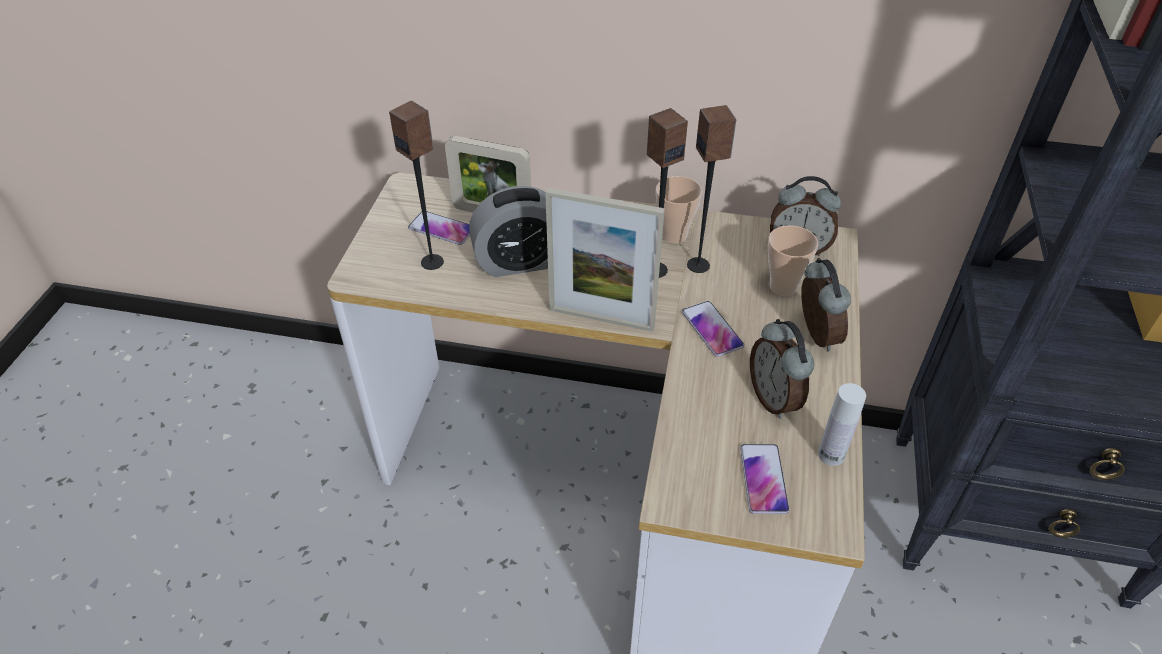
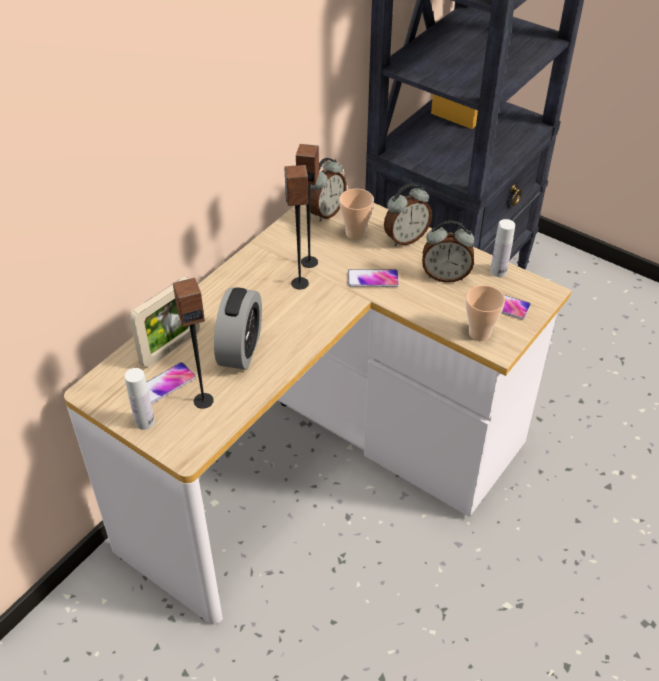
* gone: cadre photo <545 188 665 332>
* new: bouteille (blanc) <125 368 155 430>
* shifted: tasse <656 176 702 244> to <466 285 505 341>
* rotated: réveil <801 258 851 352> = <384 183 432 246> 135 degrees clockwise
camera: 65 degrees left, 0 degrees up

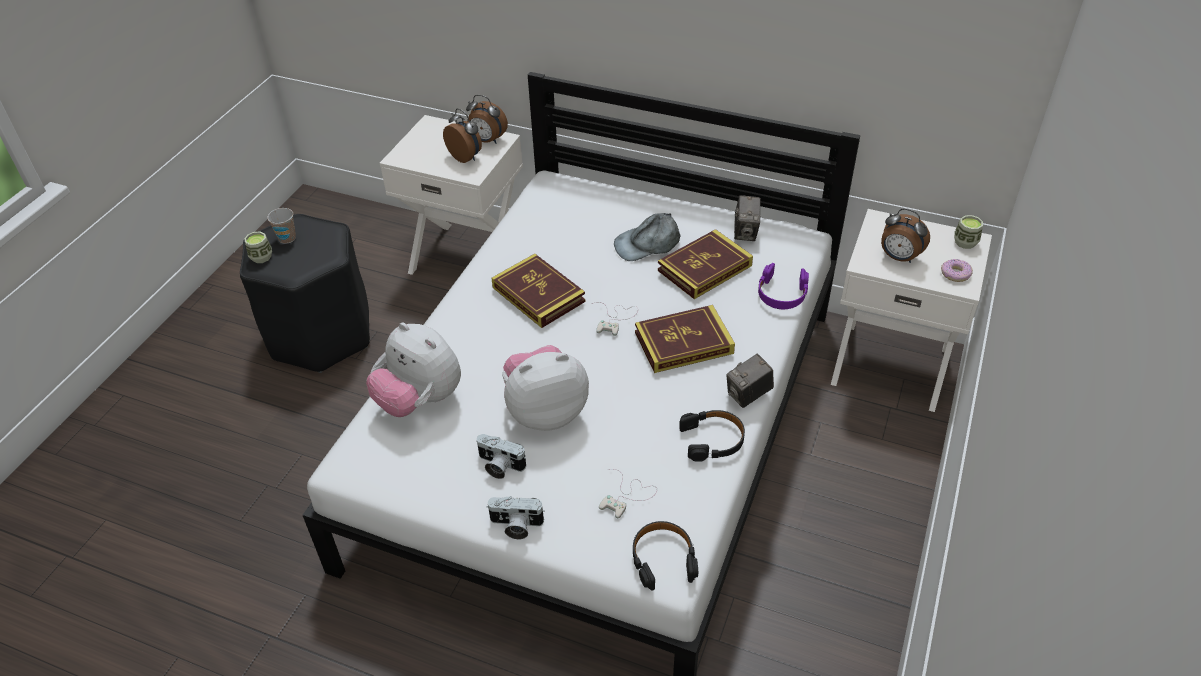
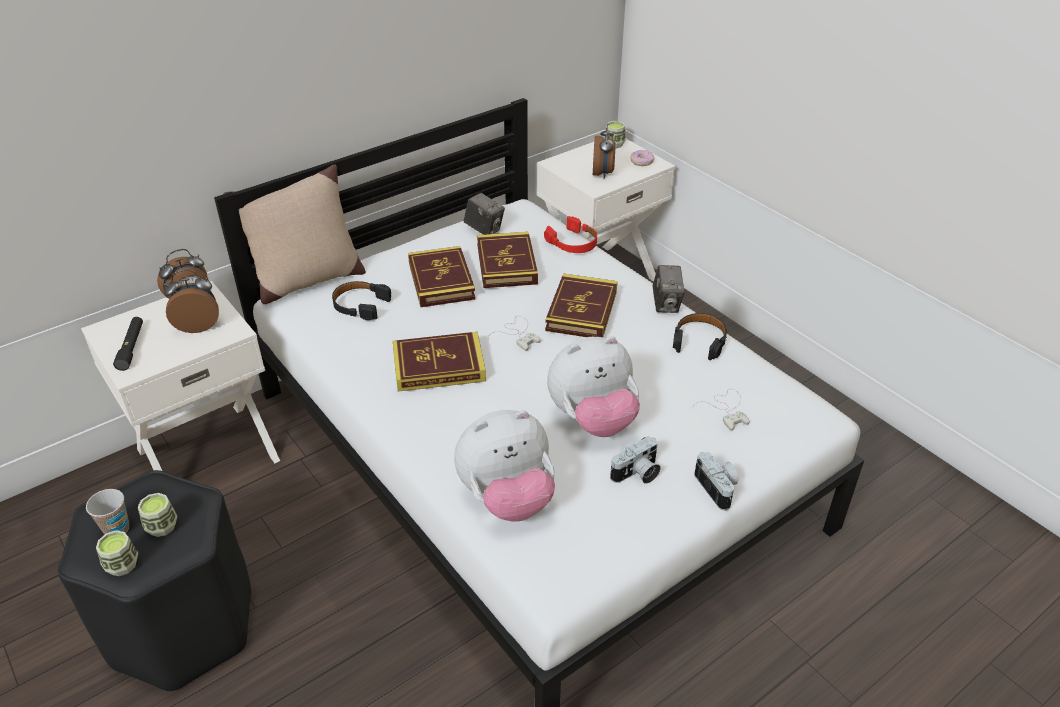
* new: lampe de poche (noir) <113 317 143 371>
* new: tasse <138 493 178 537>
* new: coussin (beige) <223 164 366 304>
* shifted: casque audio (noir) <633 521 698 591> to <332 281 391 320>
* swapped: casquette (gris) <614 213 681 261> to livre <408 246 475 308>
* repainted: casque audio (violet) <758 263 809 309> to casque audio (rouge) <544 216 597 253>
* rotated: appareil photo <487 496 545 539> = <694 452 738 511> 60 degrees counterclockwise
* rotated: peluche <502 345 589 431> = <547 336 640 437> 120 degrees counterclockwise
* rotated: réveil <881 208 930 263> = <593 124 616 179> 60 degrees counterclockwise
camera: 60 degrees left, 5 degrees down

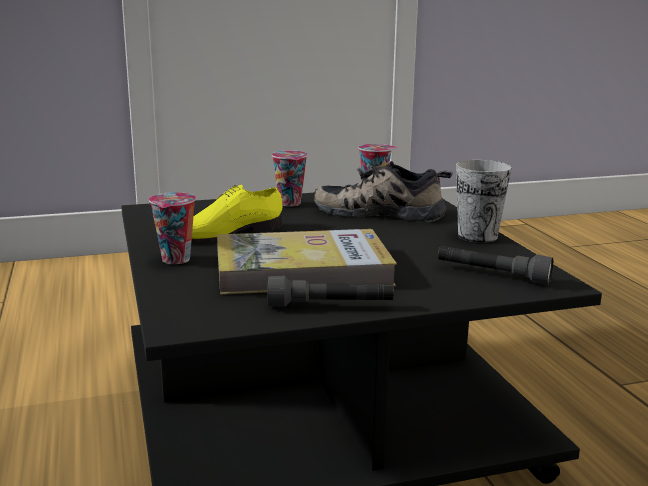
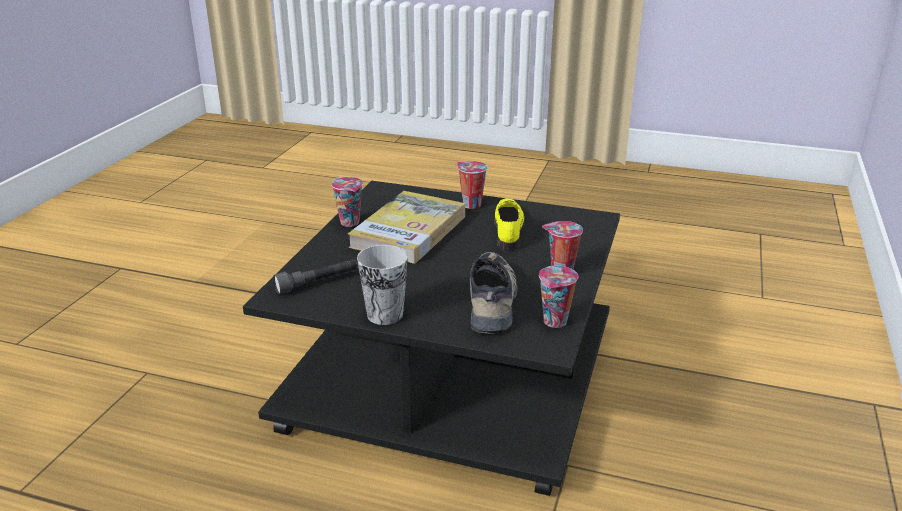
* swapped: lampe de poche (gris) <267 276 394 307> to tasse <332 177 363 227>
* rotated: chaussure <314 161 453 222> = <470 252 518 334> 45 degrees counterclockwise
camera: 125 degrees right, 10 degrees up

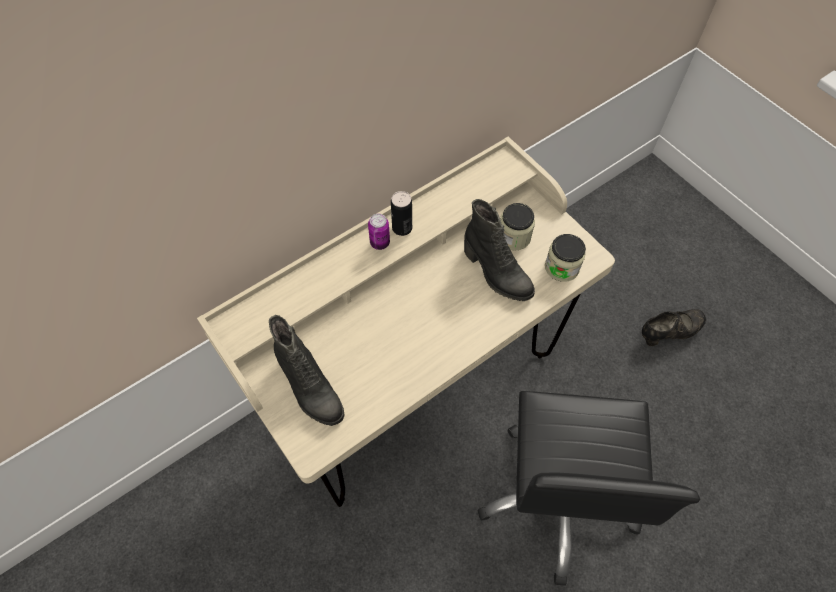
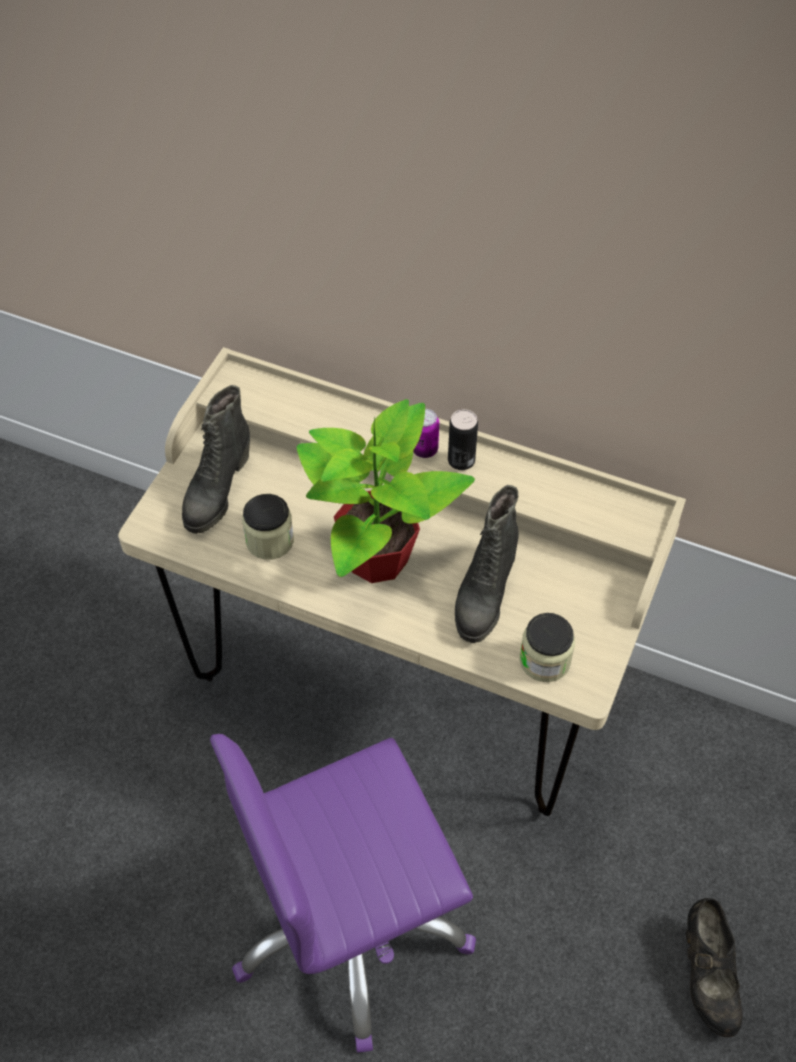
* new: plante en pot <297 399 475 583>
* shifted: bocal <500 203 535 250> to <242 494 294 560>
* repainted: chaise de bureau (noir) <477 391 700 586> to chaise de bureau (violet) <210 734 476 1053>
* rotated: chaussure (noir) <642 309 706 346> = <686 898 743 1037> 45 degrees clockwise
camera: 60 degrees right, 5 degrees down

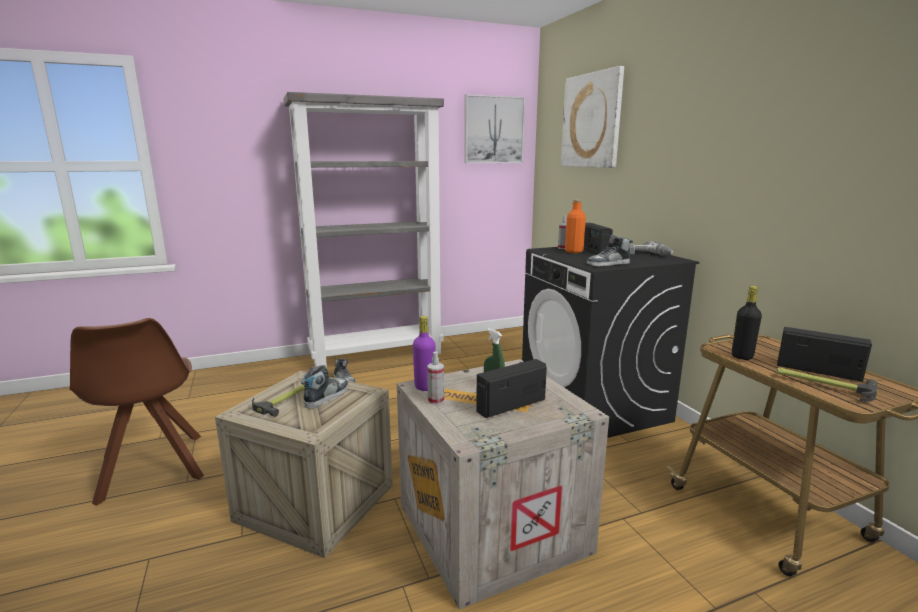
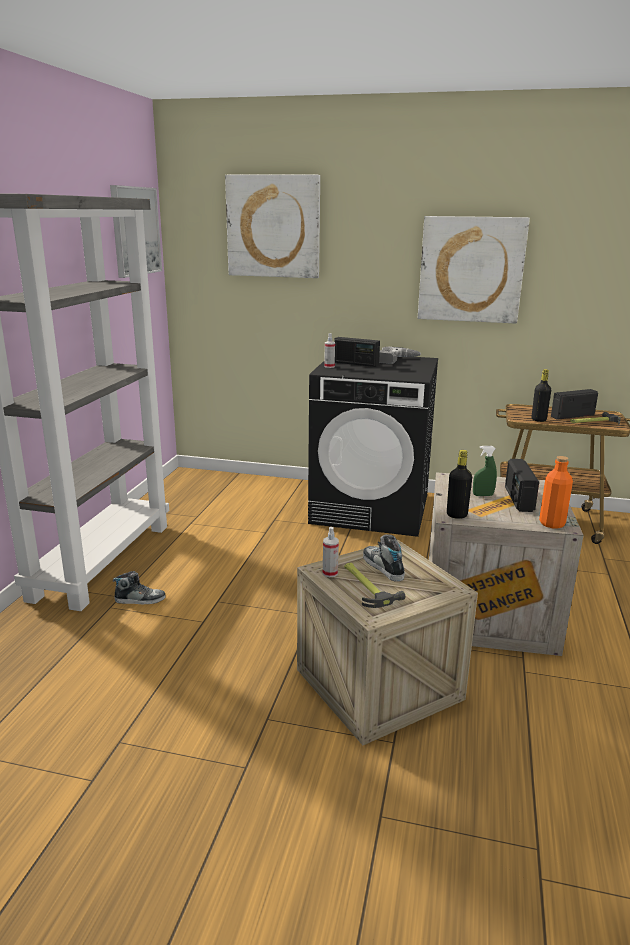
* gone: chaise (marron) <70 318 204 506>
* gone: chaussure <587 235 633 266>
* new: tableau <418 216 530 324>
* shifted: vaporisateur <427 351 444 405> to <323 527 339 577>
* shifted: bouteille (orange) <565 200 586 253> to <539 456 573 529>
* repainted: bouteille (violet) <413 316 436 391> to bouteille (noir) <447 450 472 519>
camera: 55 degrees left, 5 degrees up

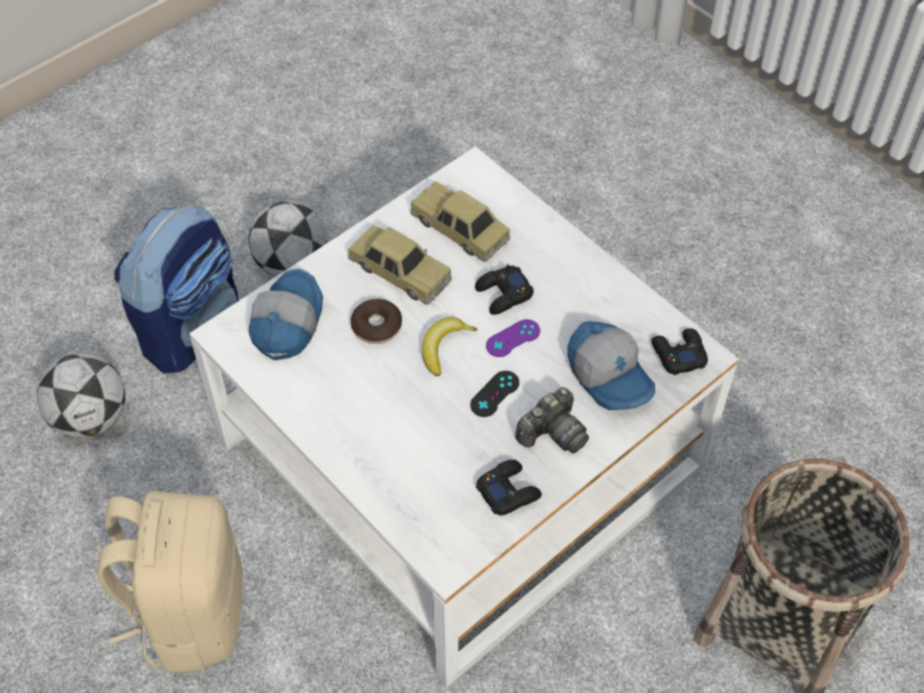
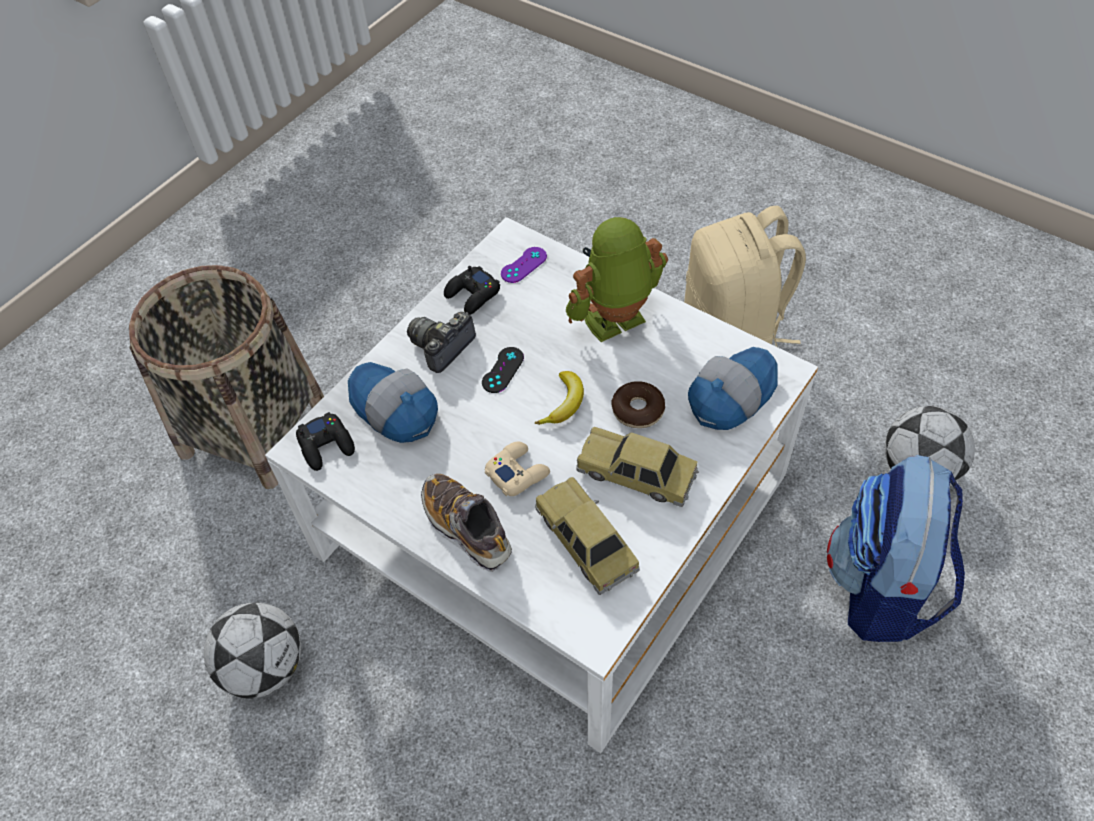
* new: chaussure <421 474 512 572>
* new: robot jouet <566 217 668 342>
* shifted: ballon de foot <249 201 327 277> to <204 602 301 699>
* shifted: manette (violet) <486 319 540 357> to <501 247 547 283>
* repainted: manette (noir) <475 265 534 315> to manette (beige) <484 441 550 496>
* rotated: casquette <249 269 323 360> = <688 347 778 430> 135 degrees counterclockwise
* rotated: petite voiture <411 181 510 262> = <535 477 640 595> 150 degrees counterclockwise
camera: 170 degrees right, 0 degrees up

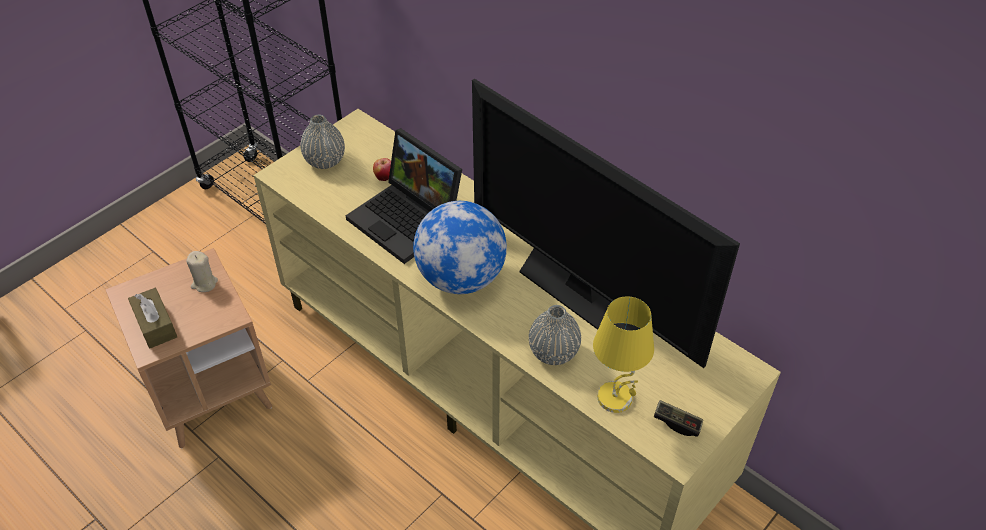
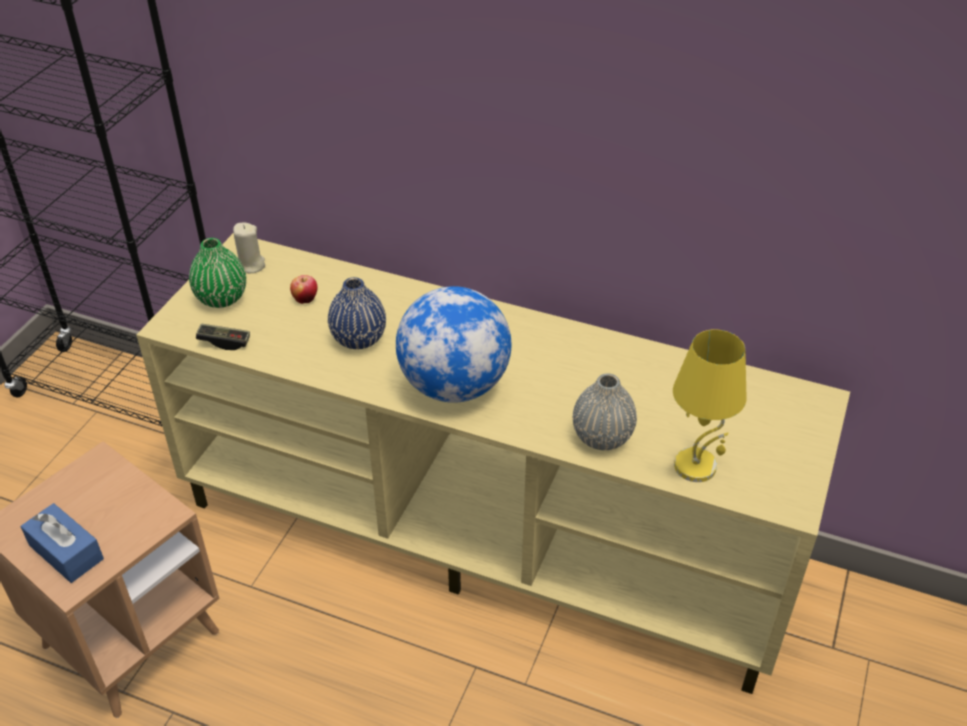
* gone: téléviseur <472 79 740 368>
* shifted: bougie (beige) <186 251 218 292> to <233 222 265 273>
* shifted: manette <654 400 703 437> to <196 324 250 350>
* swapped: ordinateur portable <345 128 462 264> to vase (bleu) <328 277 386 349>
* repainted: boîte à mouchoirs (marron) <128 288 177 349> to boîte à mouchoirs (bleu) <21 503 104 583>
* repainted: vase (gris) <300 115 345 169> to vase (vert) <189 238 246 308>
camera: 20 degrees left, 5 degrees down

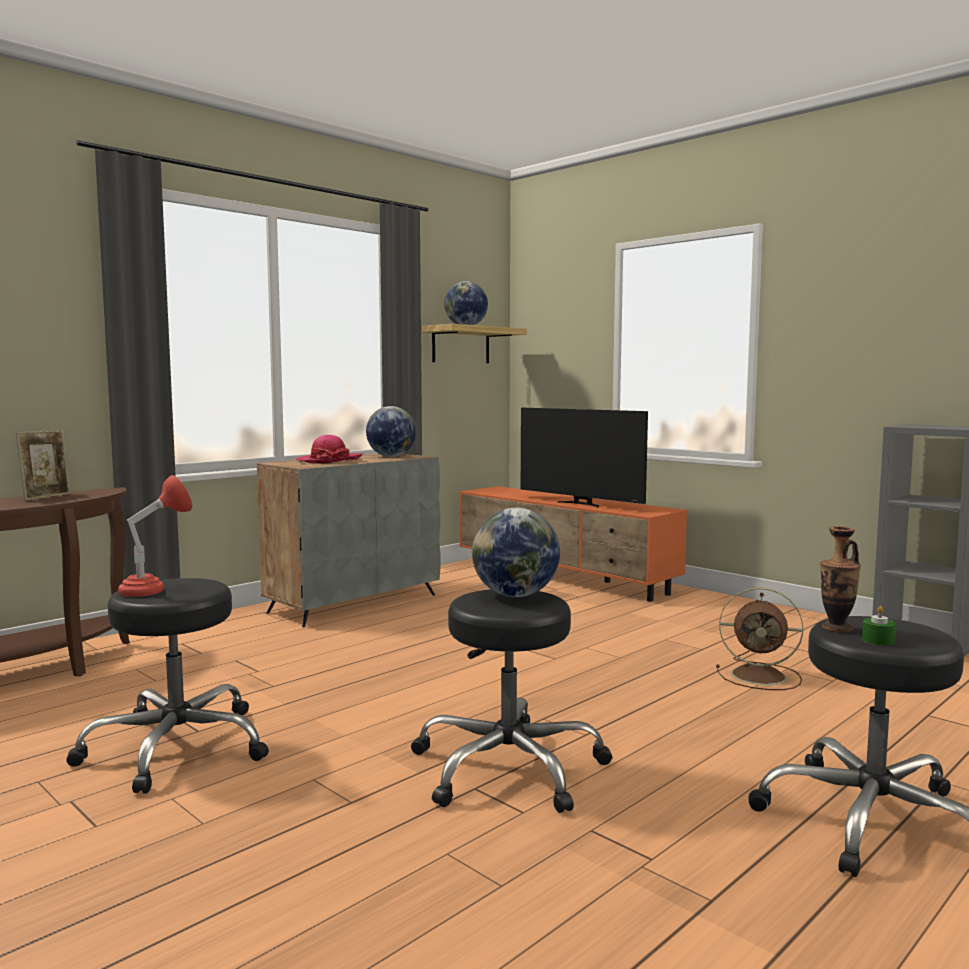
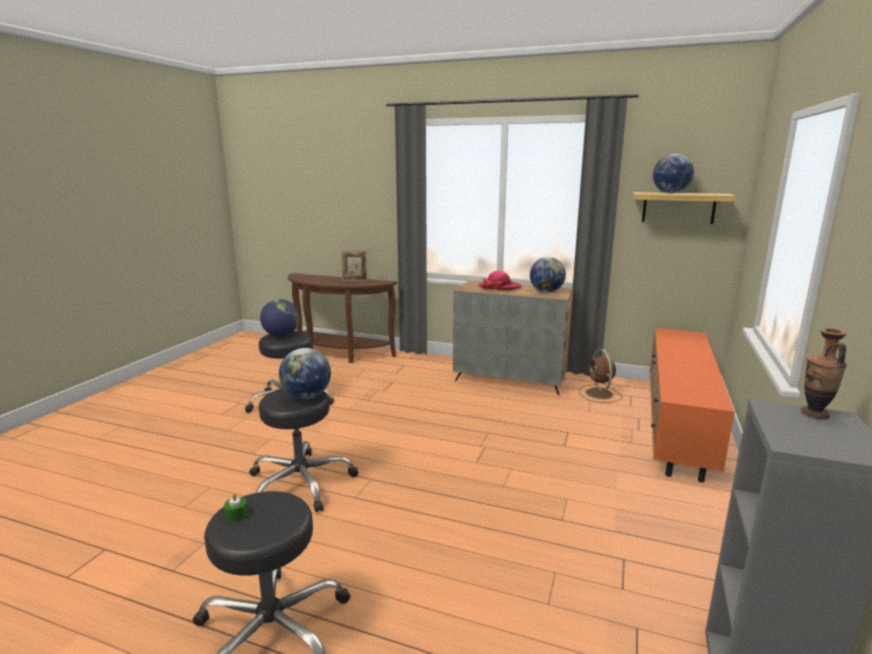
* gone: téléviseur <521 408 648 507>
* shifted: ventilateur (marron) <716 587 803 690> to <579 349 622 403>
* shifted: vase <820 526 861 633> to <800 328 847 419>
* swapped: lampe de table (rouge) <118 475 192 597> to globe <260 299 299 337>
camera: 65 degrees right, 10 degrees up

